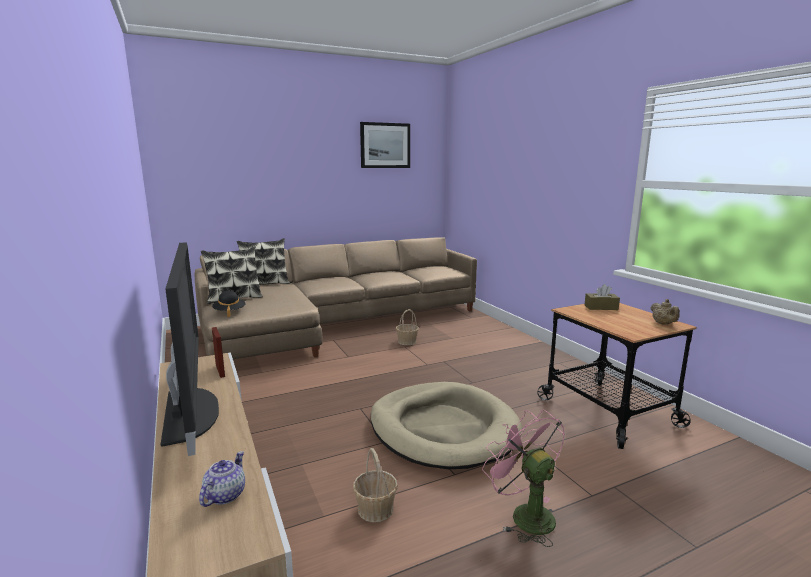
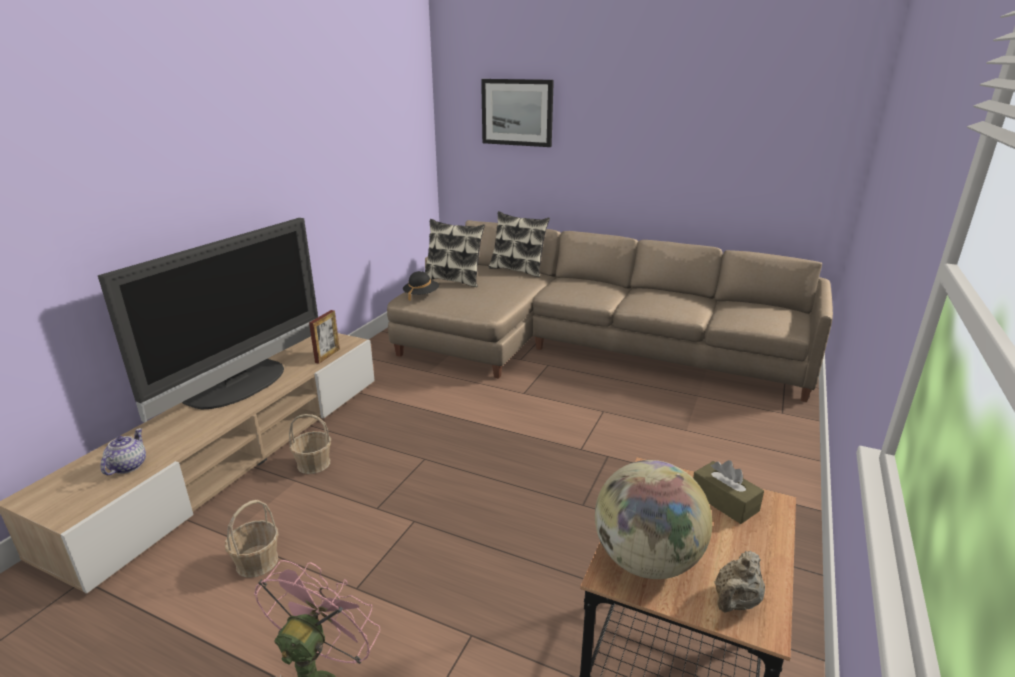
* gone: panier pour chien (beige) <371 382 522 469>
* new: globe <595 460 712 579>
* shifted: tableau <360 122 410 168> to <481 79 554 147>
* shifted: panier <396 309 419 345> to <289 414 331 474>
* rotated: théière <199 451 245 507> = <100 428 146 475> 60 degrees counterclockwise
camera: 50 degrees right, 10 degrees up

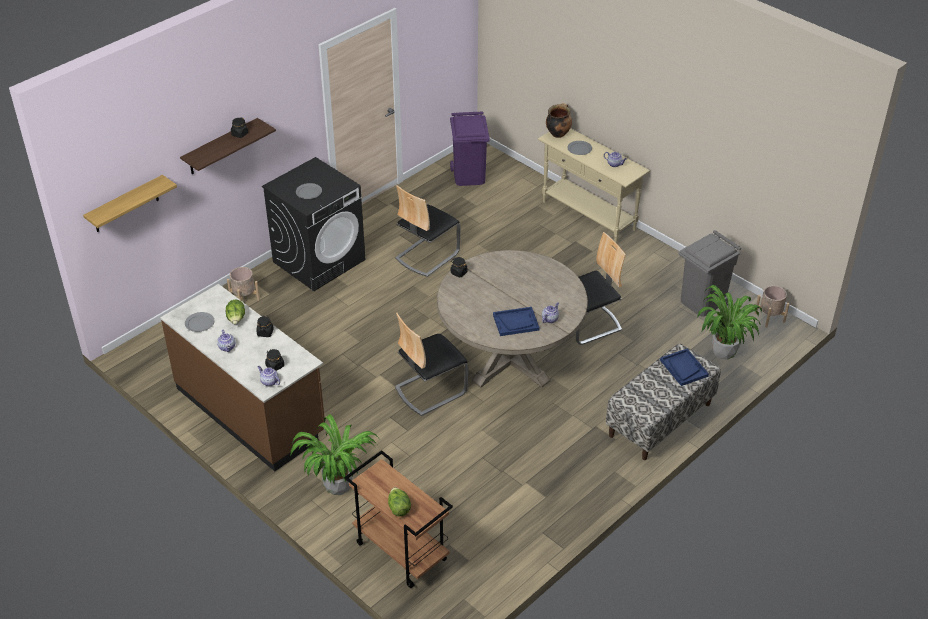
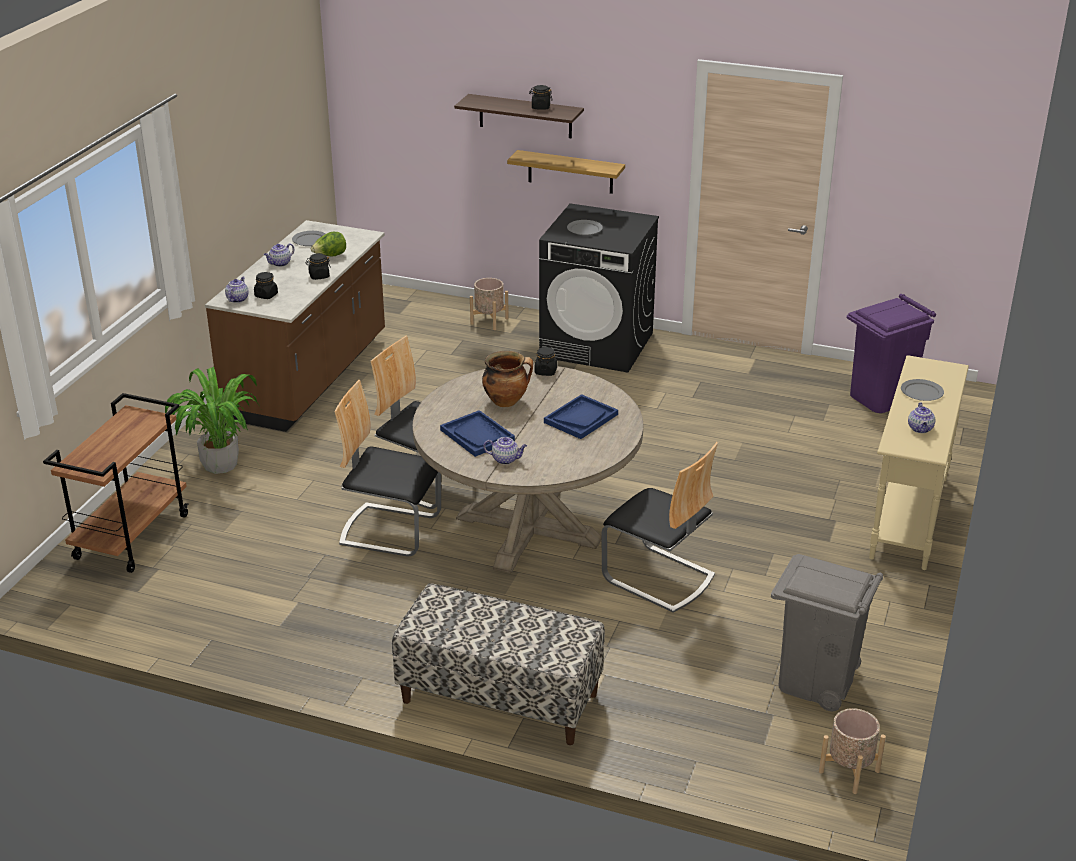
* gone: laitue <388 487 411 517>
* gone: plante en pot <697 285 762 360>
* shifted: étagère <83 175 177 232> to <507 150 625 194>
* shifted: chaise <395 185 460 277> to <334 380 441 557>
* shifted: marmite <546 103 572 138> to <482 351 533 407>
* shifted: plateau (bleu) <660 349 709 386> to <544 394 618 439>
camera: 65 degrees right, 10 degrees down

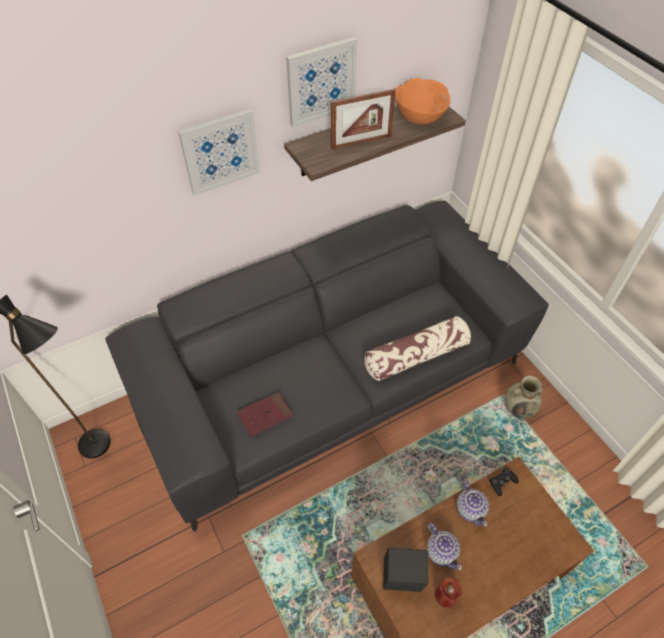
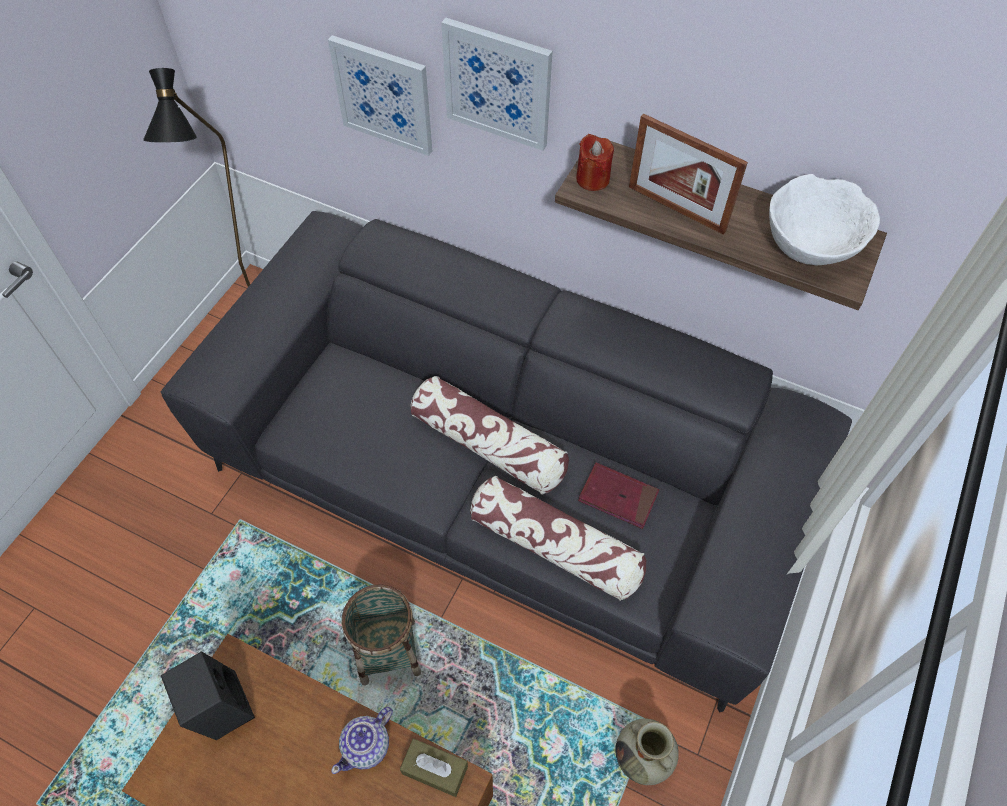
* gone: théière <427 522 462 571>
* new: panier <342 584 421 686>
* new: coussin <410 376 569 495>
* shifted: livre (rouge) <237 392 293 437> to <578 463 659 529>
* shifted: tableau <286 37 357 128> to <328 35 432 156>
* shifted: bougie (rouge) <434 577 462 608> to <576 134 614 191>
* swapped: manette (noir) <489 467 519 496> to boîte à mouchoirs (marron) <400 738 468 797>
* repainted: bol (orange) <395 78 450 125> to bol (blanc) <769 174 880 265>
camera: 55 degrees right, 5 degrees up

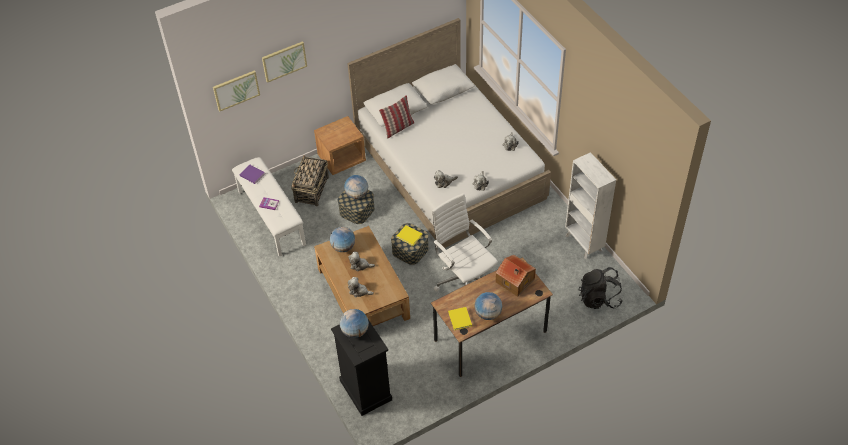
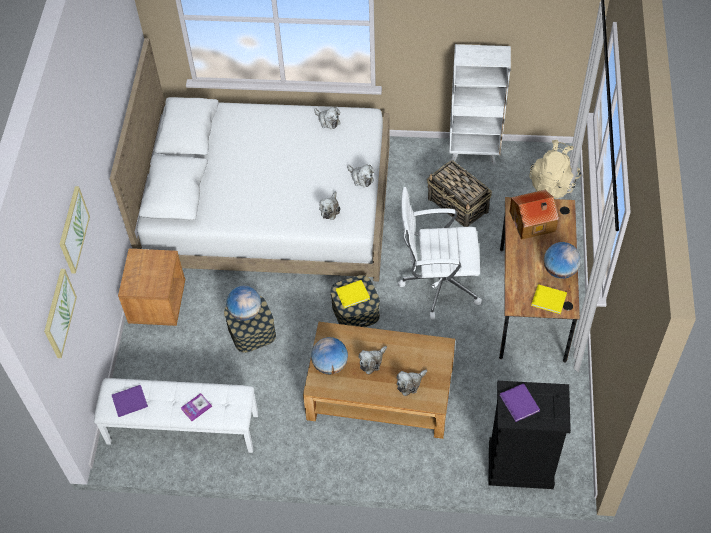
* gone: coussin <379 95 414 139>
* shifted: panier <291 155 329 206> to <427 160 492 227>
* swapped: globe <340 309 369 338> to livre (violet) <500 383 540 422>
* repainted: sac à dos (noir) <579 267 623 309> to sac à dos (beige) <529 140 581 199>
camera: 55 degrees left, 5 degrees up

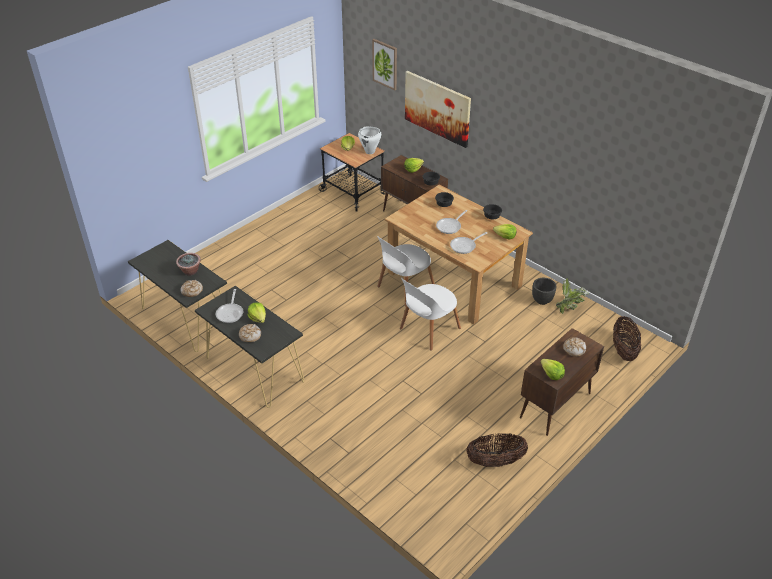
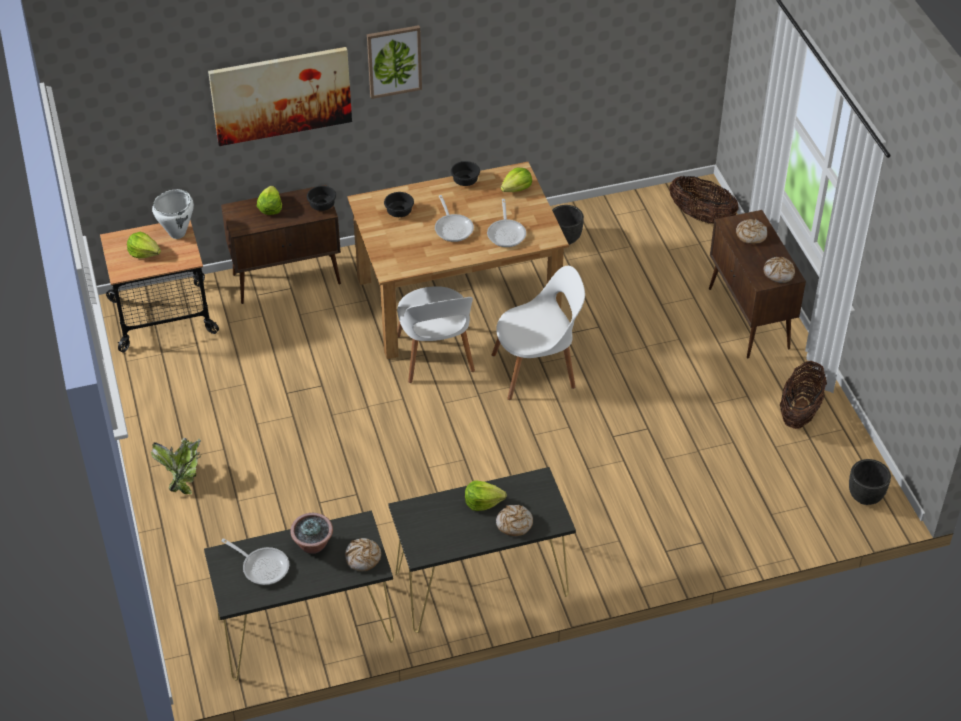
* new: cache-pot (noir) <849 459 891 505>
* shifted: poêle <216 289 243 323> to <221 538 289 585>
* shifted: tableau <372 39 397 90> to <367 25 422 99>
* shifted: plante en pot <556 277 589 314> to <151 438 201 495>
* swapped: laitue <541 359 565 380> to pain <764 257 795 283>
* rotated: chaise (blanc) <400 278 461 351> = <492 266 585 400> 90 degrees counterclockwise
camera: 60 degrees left, 5 degrees up

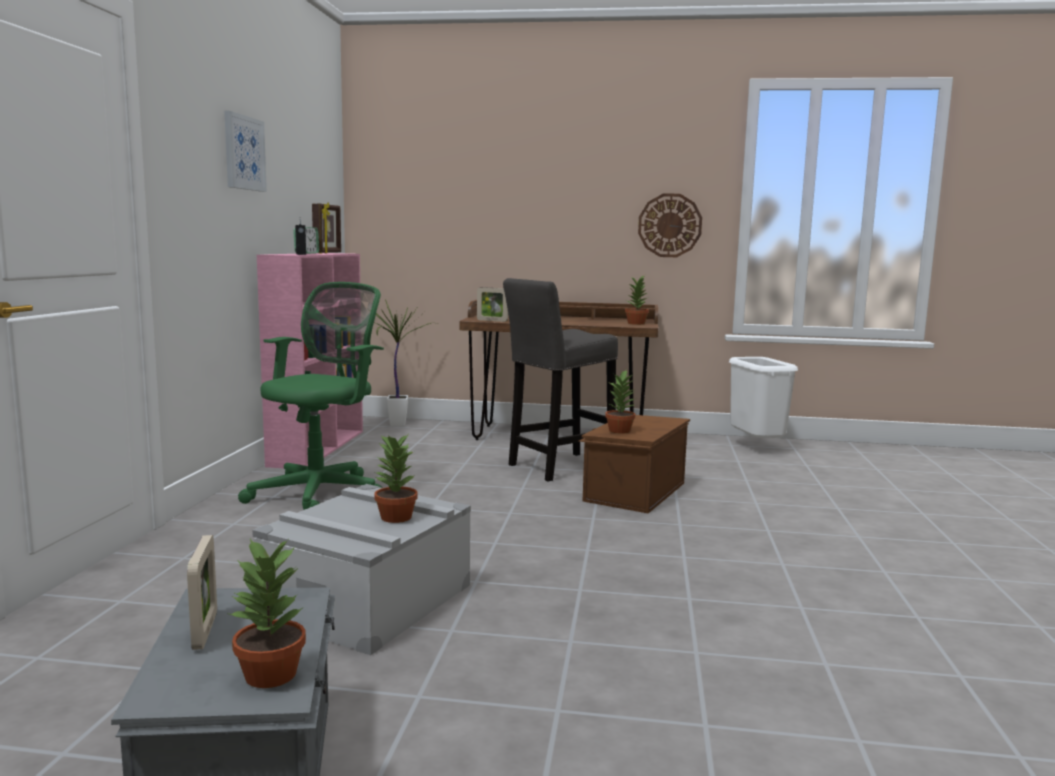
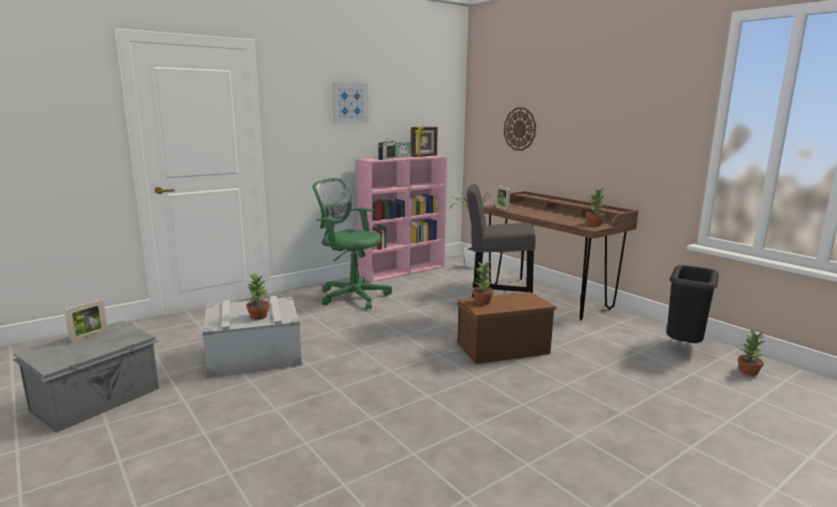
* shifted: plante en pot <230 539 306 688> to <738 328 765 376>
* shifted: horloge murale <638 193 702 257> to <504 107 536 151>
* repainted: poubelle (blanc) <729 357 798 438> to poubelle (noir) <667 265 719 343>
* rotated: chaise de bureau (vert) <238 282 384 510> = <313 178 392 310> 135 degrees counterclockwise
camera: 45 degrees right, 5 degrees up

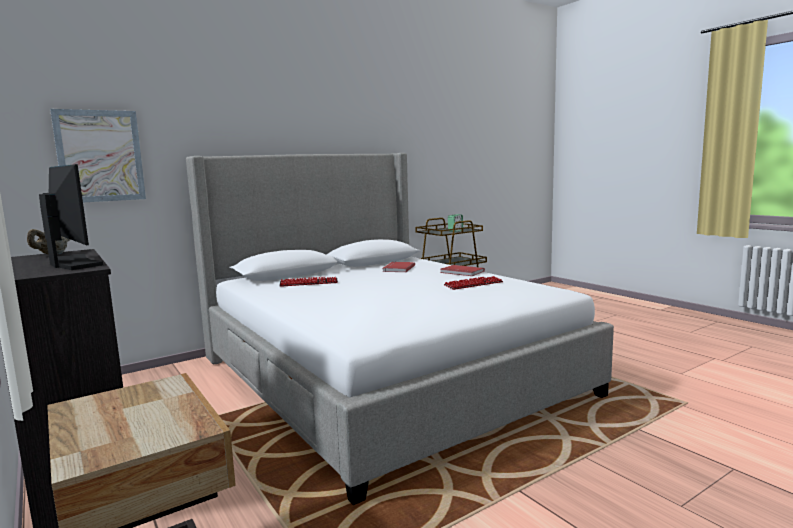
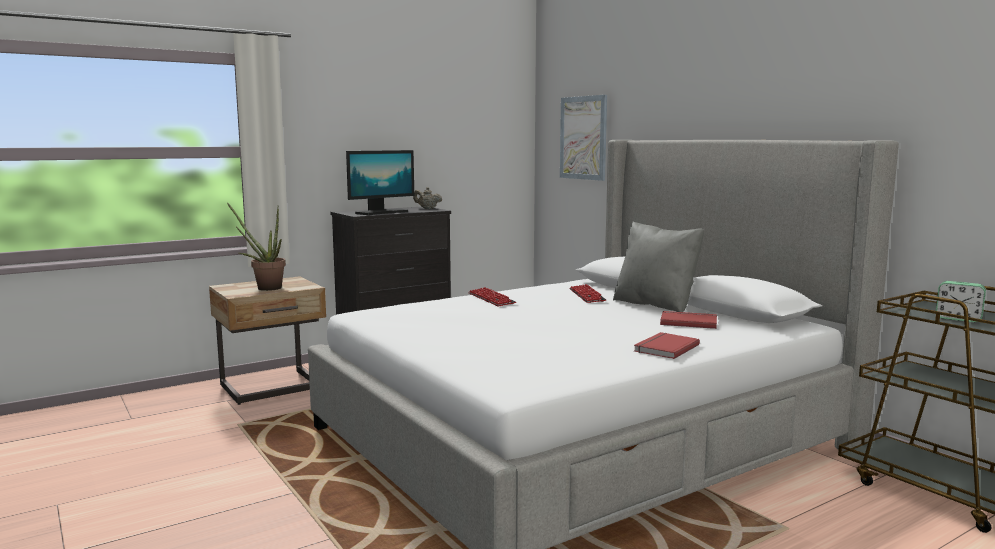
* new: plante en pot <227 203 286 291>
* new: coussin (gris) <613 221 704 312>
* shifted: clavier <444 276 503 290> to <468 287 516 306>
camera: 90 degrees right, 0 degrees up

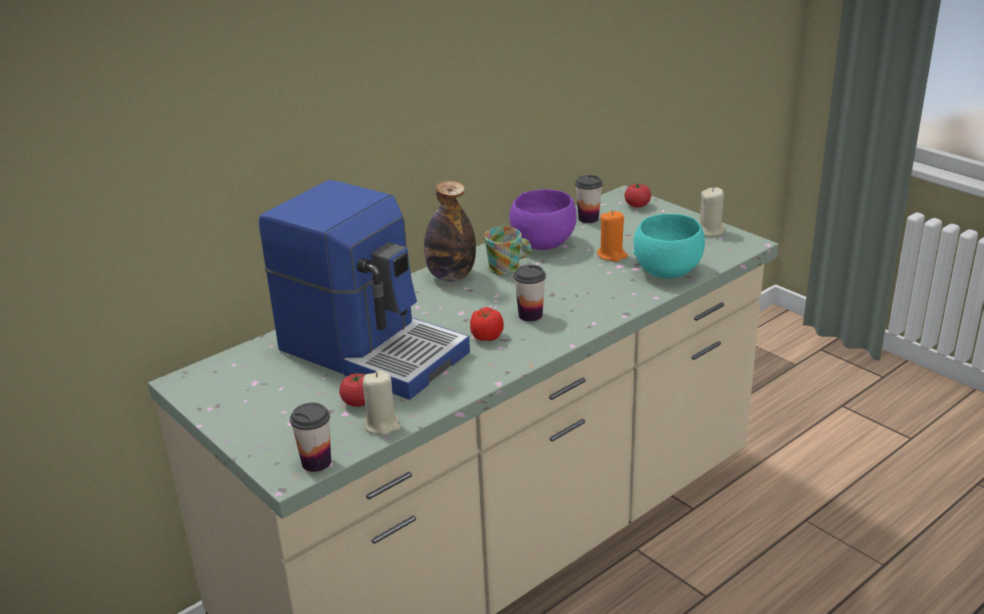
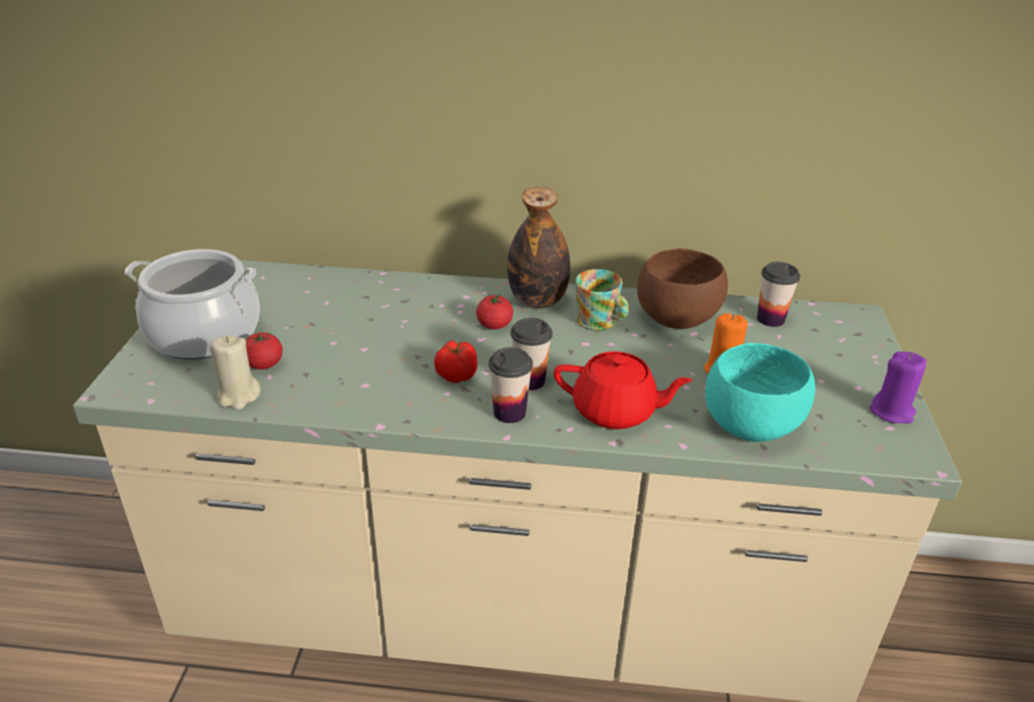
* gone: machine à café <259 180 470 400>
* new: marmite <125 249 260 360>
* new: théière (rouge) <554 351 693 429>
* shifted: tasse <290 403 331 472> to <489 347 533 423>
* shifted: tomate <624 183 651 208> to <476 294 513 330>
* repainted: bol (violet) <509 189 577 250> to bol (marron) <637 248 728 329>
* repainted: bougie (beige) <698 187 725 236> to bougie (violet) <870 352 926 424>
camera: 45 degrees right, 5 degrees up

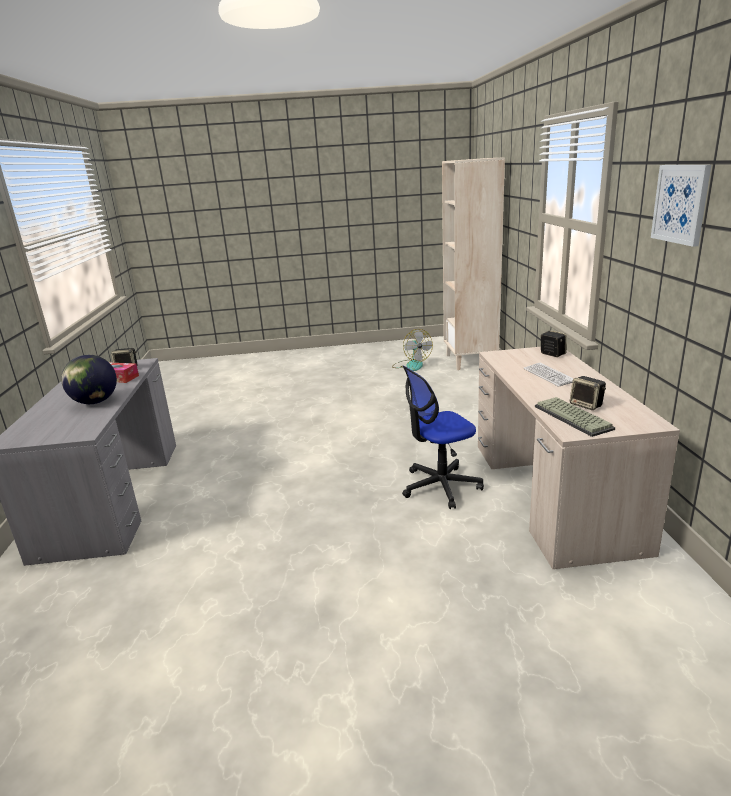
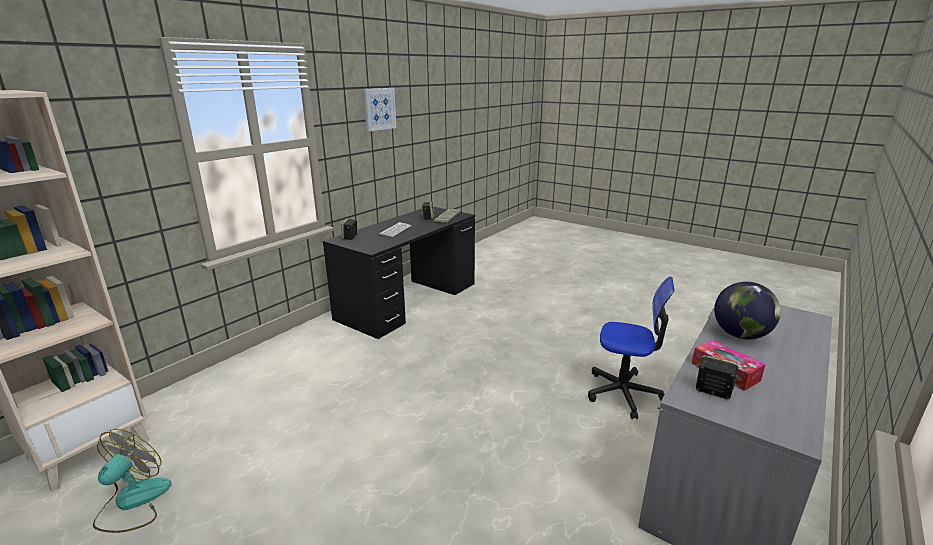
* shifted: chaise de bureau <402 366 484 509> to <588 277 674 419>
* repainted: bureau (beige) <478 347 680 569> to bureau (noir) <323 207 475 339>
camera: 140 degrees left, 0 degrees up

